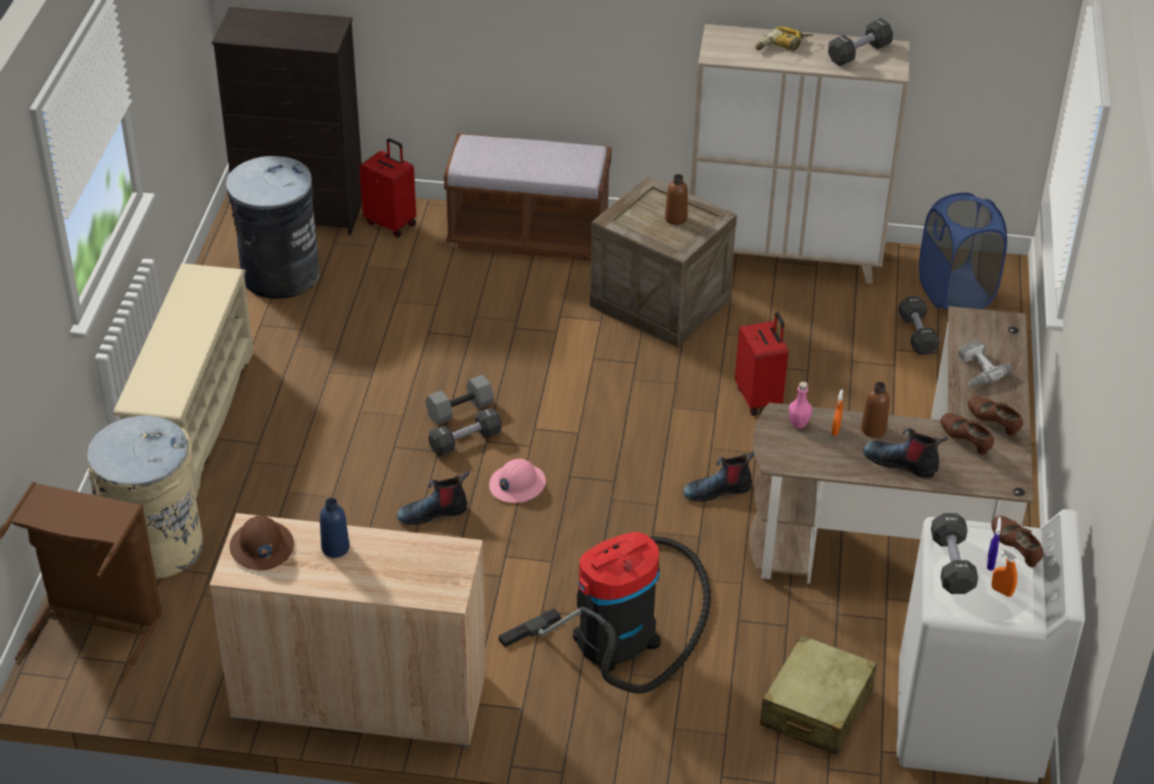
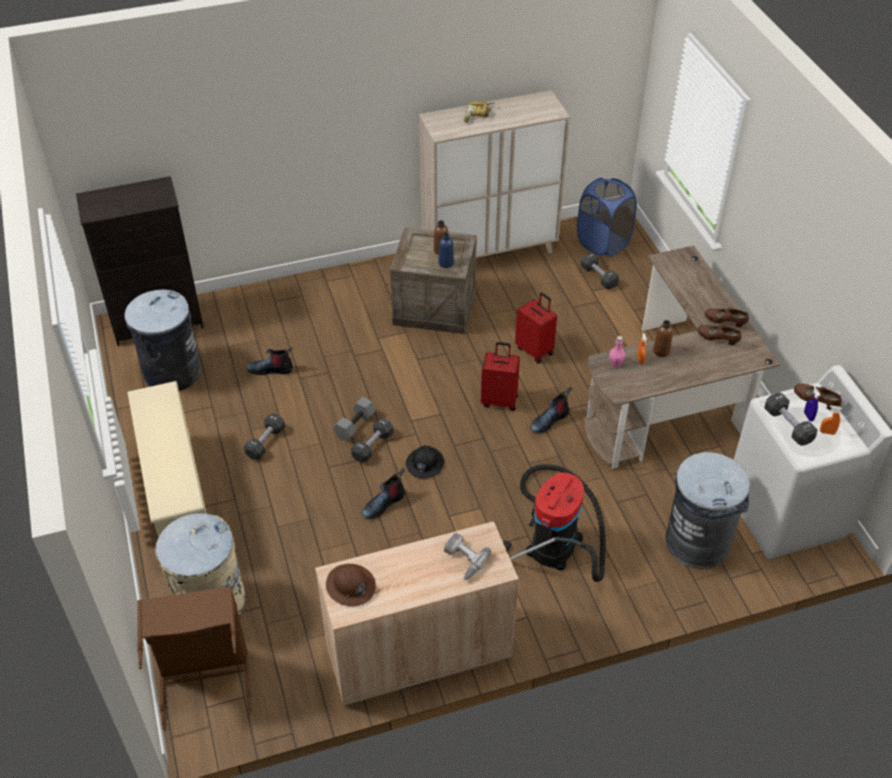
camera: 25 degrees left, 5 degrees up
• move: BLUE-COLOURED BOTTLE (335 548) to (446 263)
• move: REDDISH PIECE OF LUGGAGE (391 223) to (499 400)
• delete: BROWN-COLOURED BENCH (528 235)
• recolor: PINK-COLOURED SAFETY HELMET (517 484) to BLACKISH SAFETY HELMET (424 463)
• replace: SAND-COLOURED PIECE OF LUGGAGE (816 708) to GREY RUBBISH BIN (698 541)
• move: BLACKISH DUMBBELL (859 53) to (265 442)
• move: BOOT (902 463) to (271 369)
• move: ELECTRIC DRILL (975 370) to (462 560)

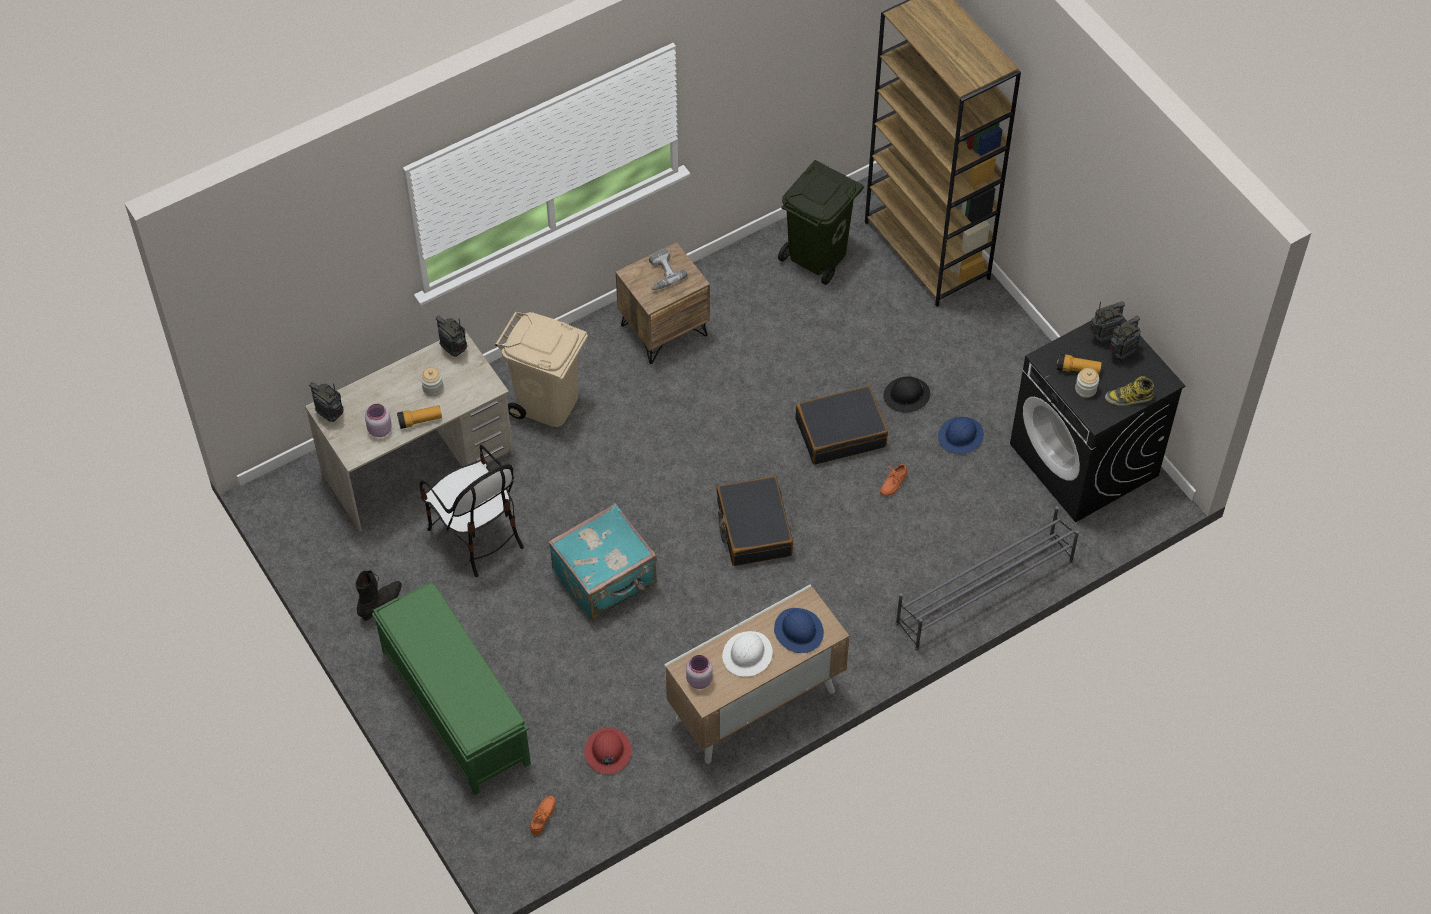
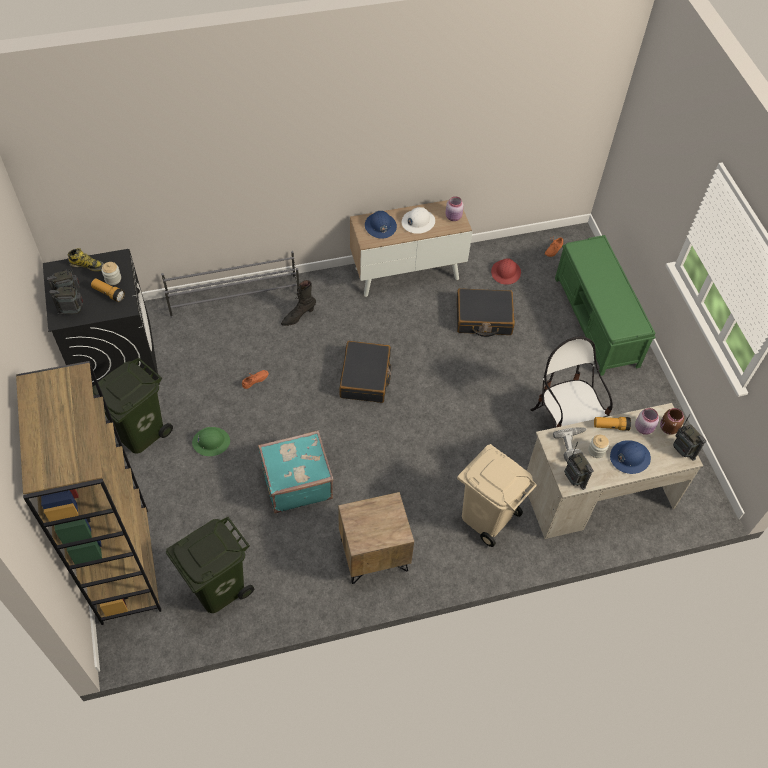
camera: 165 degrees left, 0 degrees up
• move: BLACKISH BOOT (381 604) to (298 316)
• move: TURQUOISE-COLOURED PIECE OF LUGGAGE (606 579) to (296 482)
• move: ELECTRIC DRILL (661 274) to (573 445)
• move: BLACKISH PIECE OF LUGGAGE (840 432) to (483 318)
• recolor: BLACKISH SAFETY HELMET (907 395) to GREEN SAFETY HELMET (211 442)
• move: BLUE-COLOURED SAFETY HELMET (961 436) to (629 457)
• insert: GREEN RUBBISH BIN (139 432)
• insert: BROWN-COLOURED STORAGE JAR (668 428)

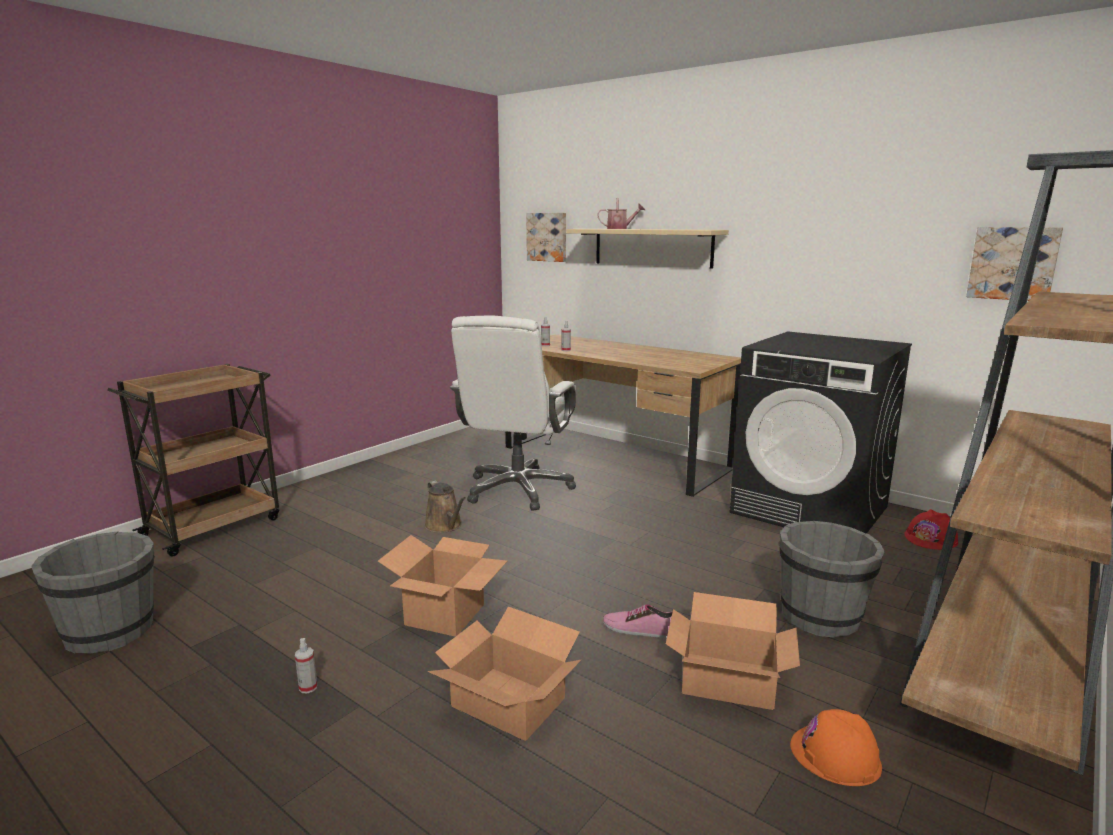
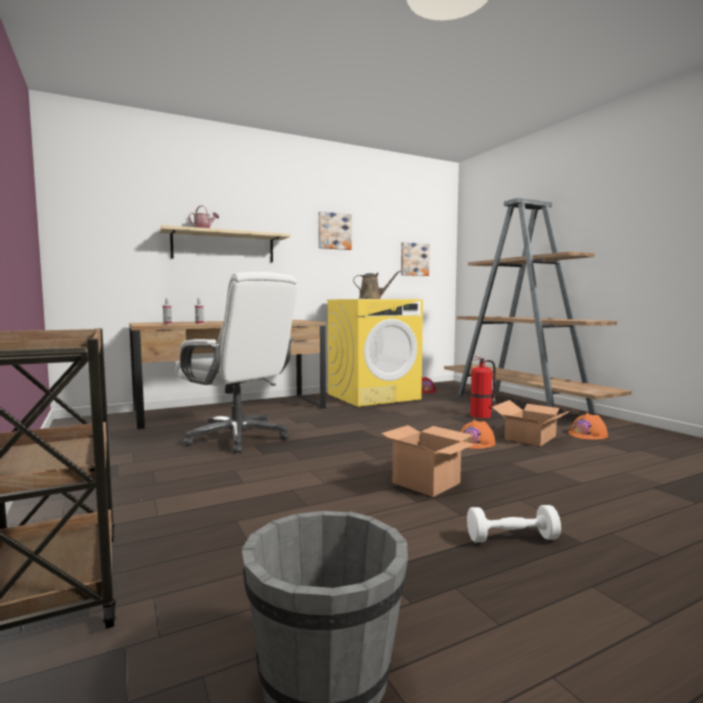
camera: 65 degrees left, 10 degrees down
• replace: SPRAYER (308 687) to WHITISH DUMBBELL (512 539)
• move: BROWN-COLOURED WATERING POT (445 526) to (372 299)
• delete: PACKING BOX (508 701)
• move: WALL ART (547 237) to (334 231)
• replace: LOW SHOE (640 629) to ORANGE-COLOURED SAFETY HELMET (476 442)
• recolor: BLACKISH WASHING MACHINE (810 510) to YELLOW WASHING MACHINE (373 396)
• replace: GREY WATER BUCKET (821 616) to FIRE EXTINGUISHER (481 415)

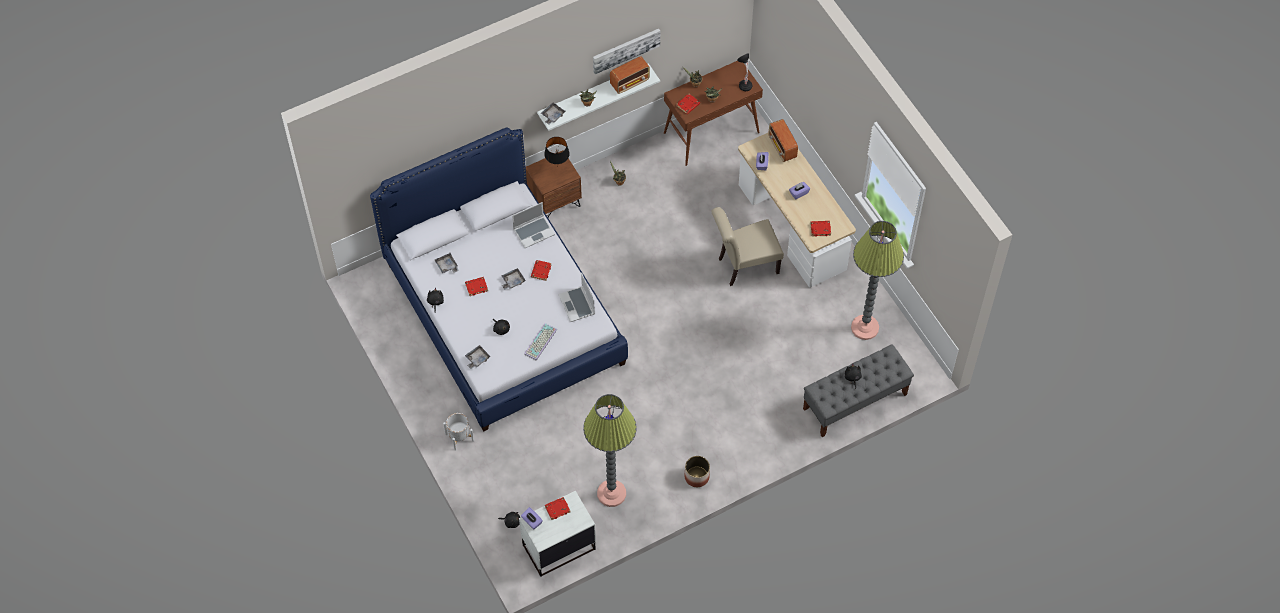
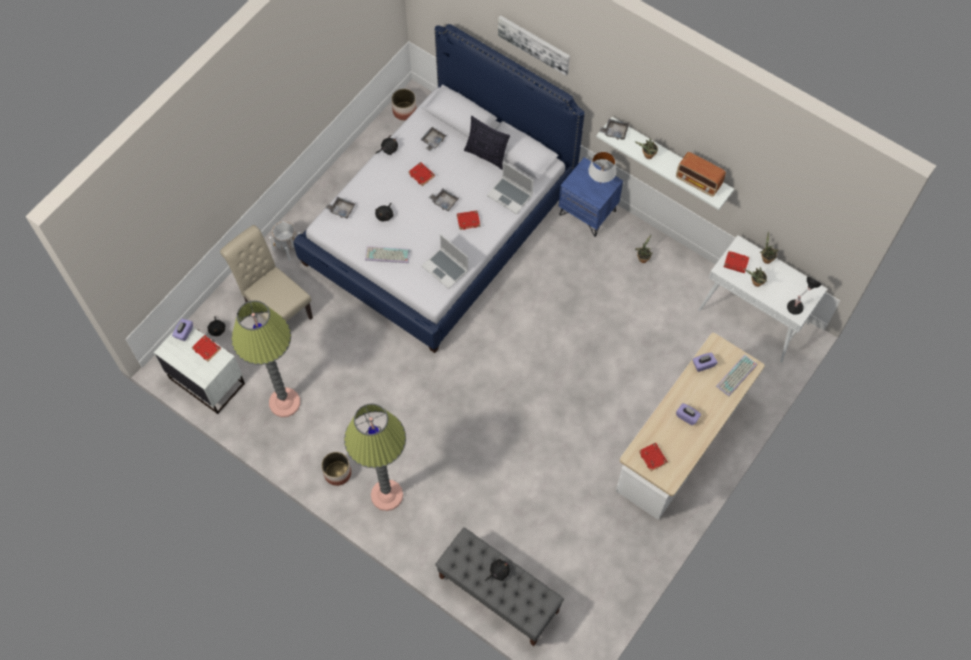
camera: 65 degrees right, 5 degrees up
• recolor: BROWN-COLOURED NIGHT TABLE (554 201) to BLUE-COLOURED NIGHT TABLE (588 212)
• recolor: BLACKISH TABLE LAMP (557 166) to WHITISH TABLE LAMP (600 184)
• rotate: LAPTOP (577 305) = (446 269) 90 degrees counterclockwise
• move: WALL ART (626 50) to (534 44)
• recolor: BROWN-COLOURED CONSOLE TABLE (711 132) to WHITISH CONSOLE TABLE (754 317)
• move: SAND-COLOURED CHAIR (744 266) to (275 309)
• replace: RADIO SET (782 148) to PC KEYBOARD (736 376)
• move: FLOOR LAMP (864 327) to (387 495)
• insert: PLANTER (404 111)
• insert: CUSHION (486 155)

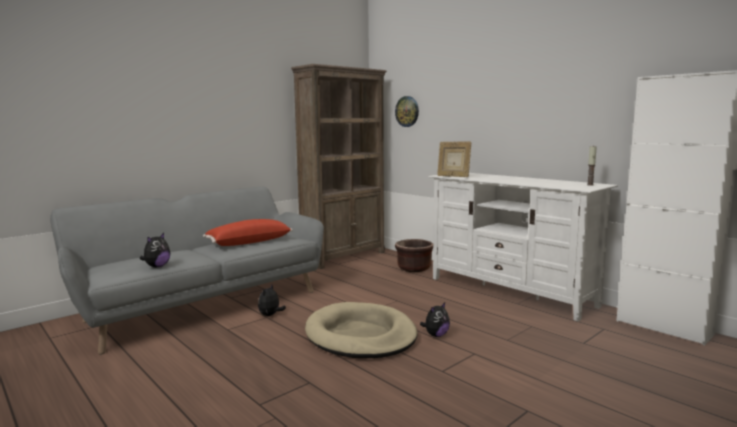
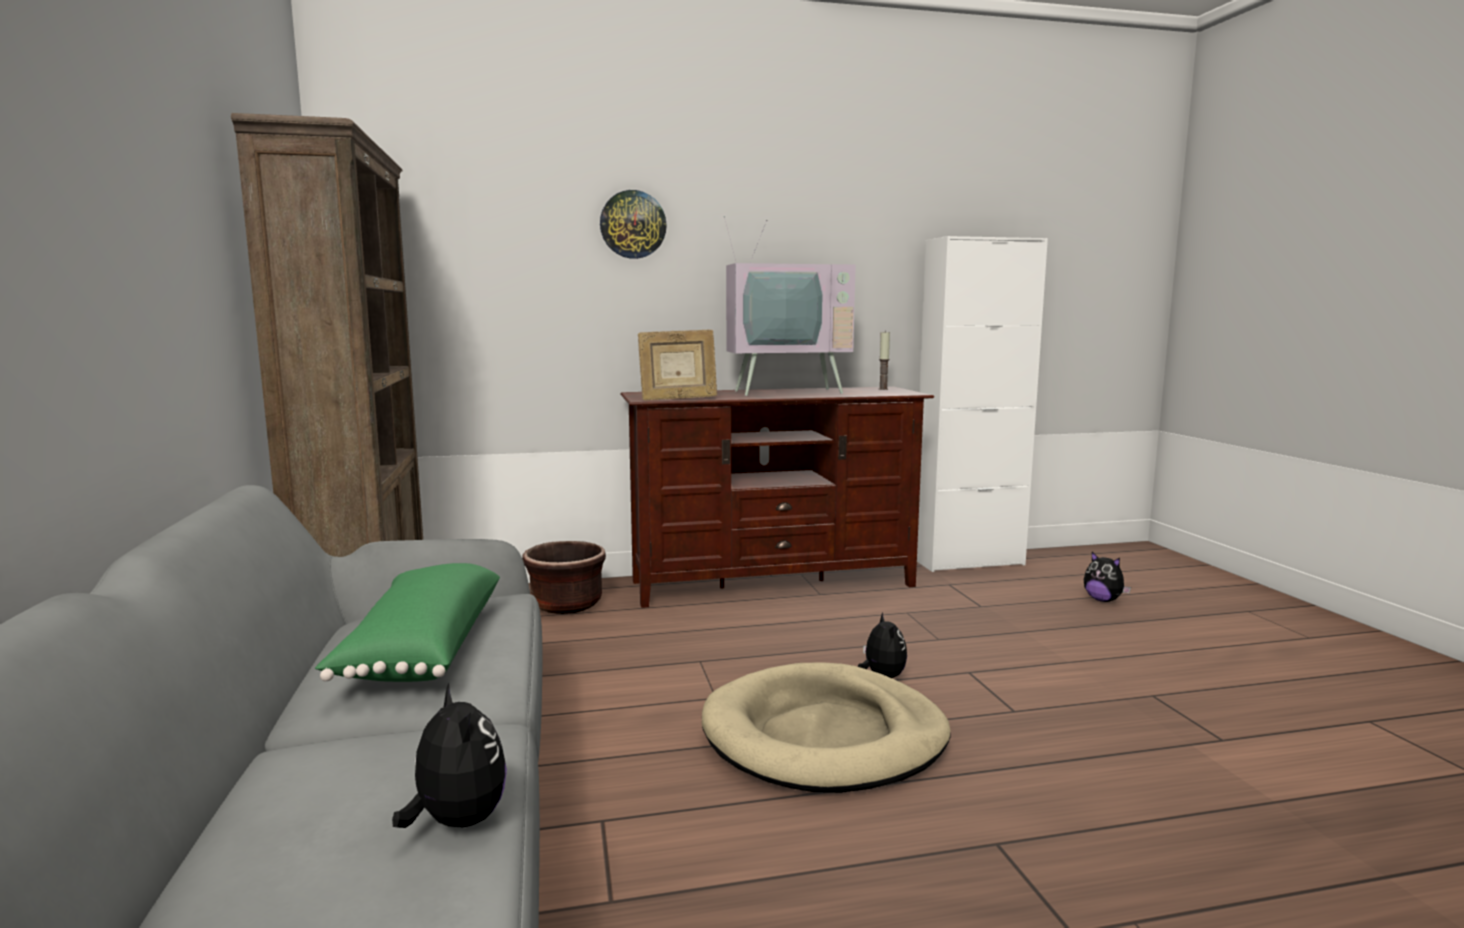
camera: 60 degrees left, 0 degrees up
• recolor: REDDISH CUSHION (249 242) to GREEN CUSHION (420 650)
• move: CUDDLY TOY (270 315) to (1103 600)
• move: HANGING CLOCK (407 111) to (633 224)
• recolor: WHITISH TV STAND (510 291) to BROWN-COLOURED TV STAND (773 583)
• insert: TV (786 391)

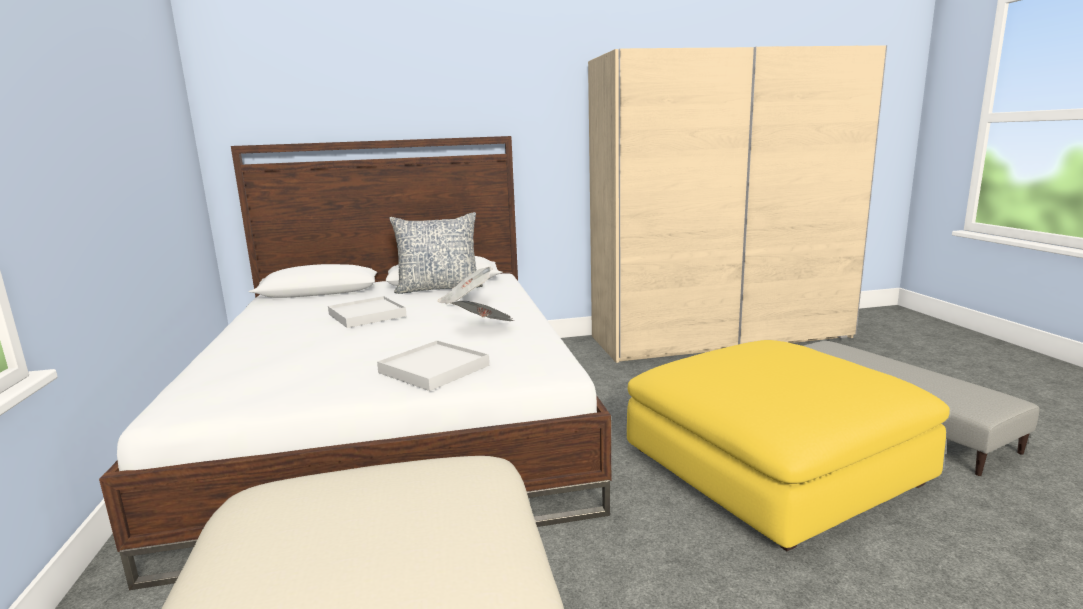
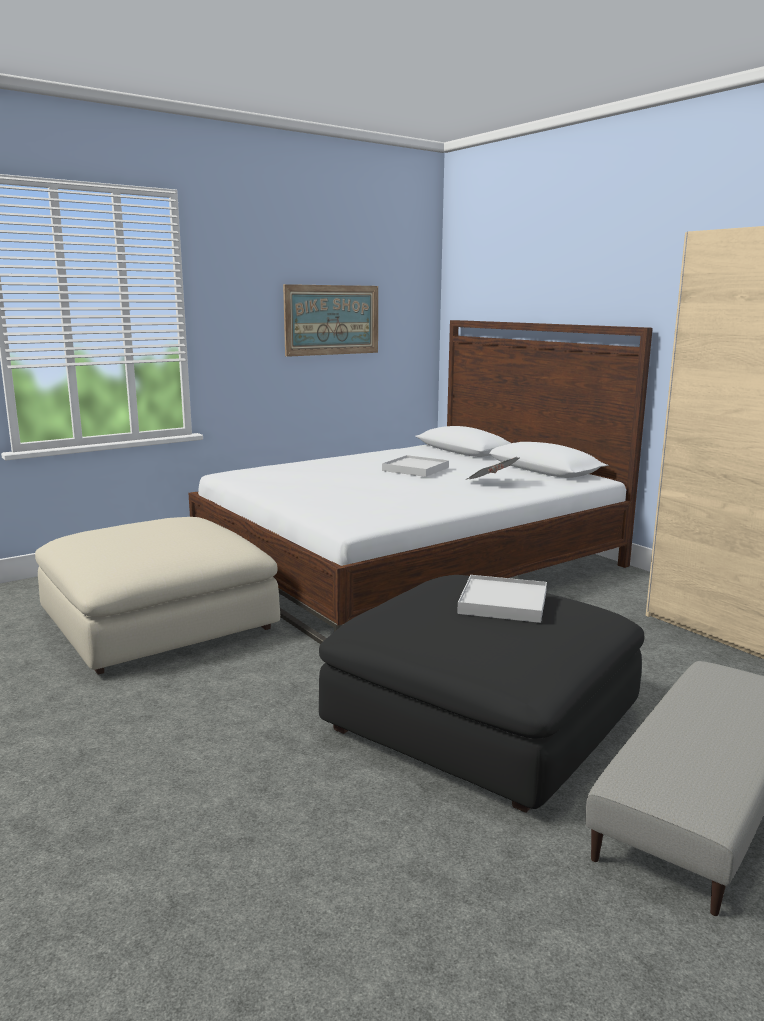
camera: 65 degrees right, 0 degrees up
• move: WHITISH TRAY (433 369) to (503 603)
• delete: CUSHION (439 288)
• delete: DAILY PAPER (486 328)
• recolor: YELLOW OTTOMAN (772 466) to BLACKISH OTTOMAN (482 718)
• insert: WALL ART (332 320)

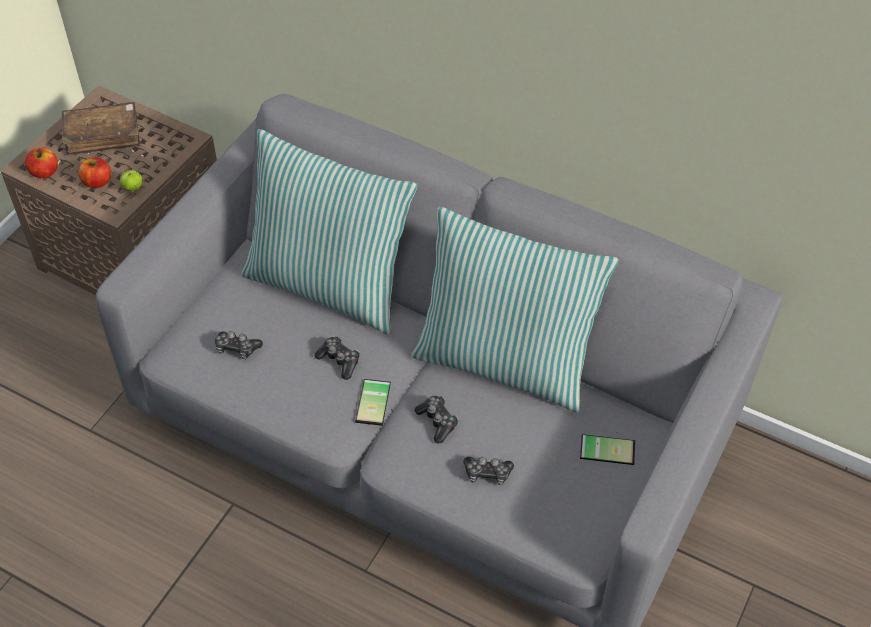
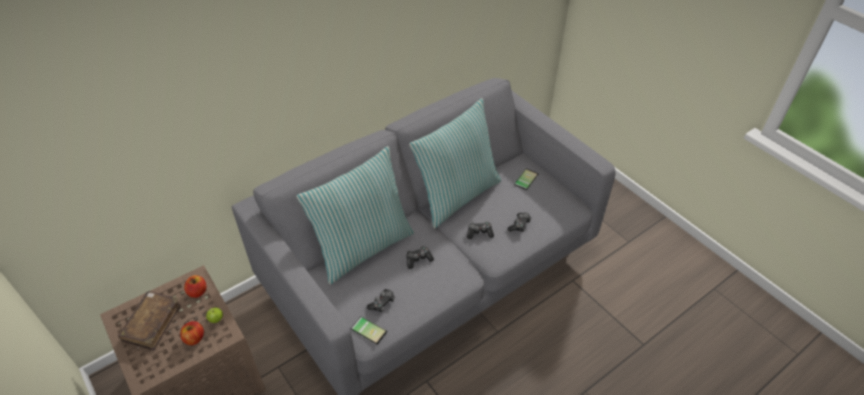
camera: 65 degrees left, 5 degrees down
• move: APPLE FRUIT (44 172) to (198 292)
• move: HANDSET (376 402) to (370 329)

